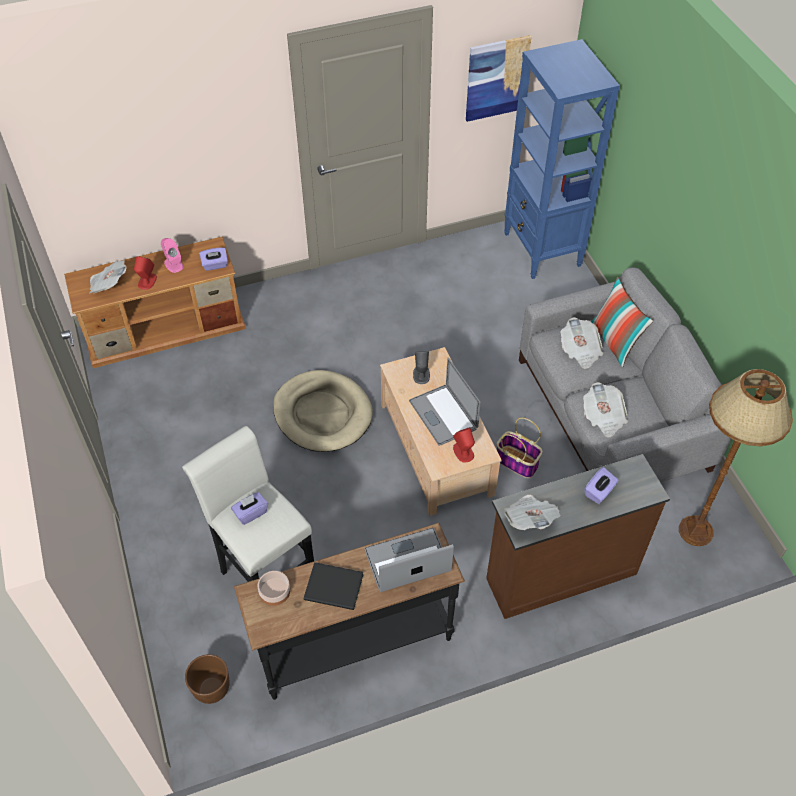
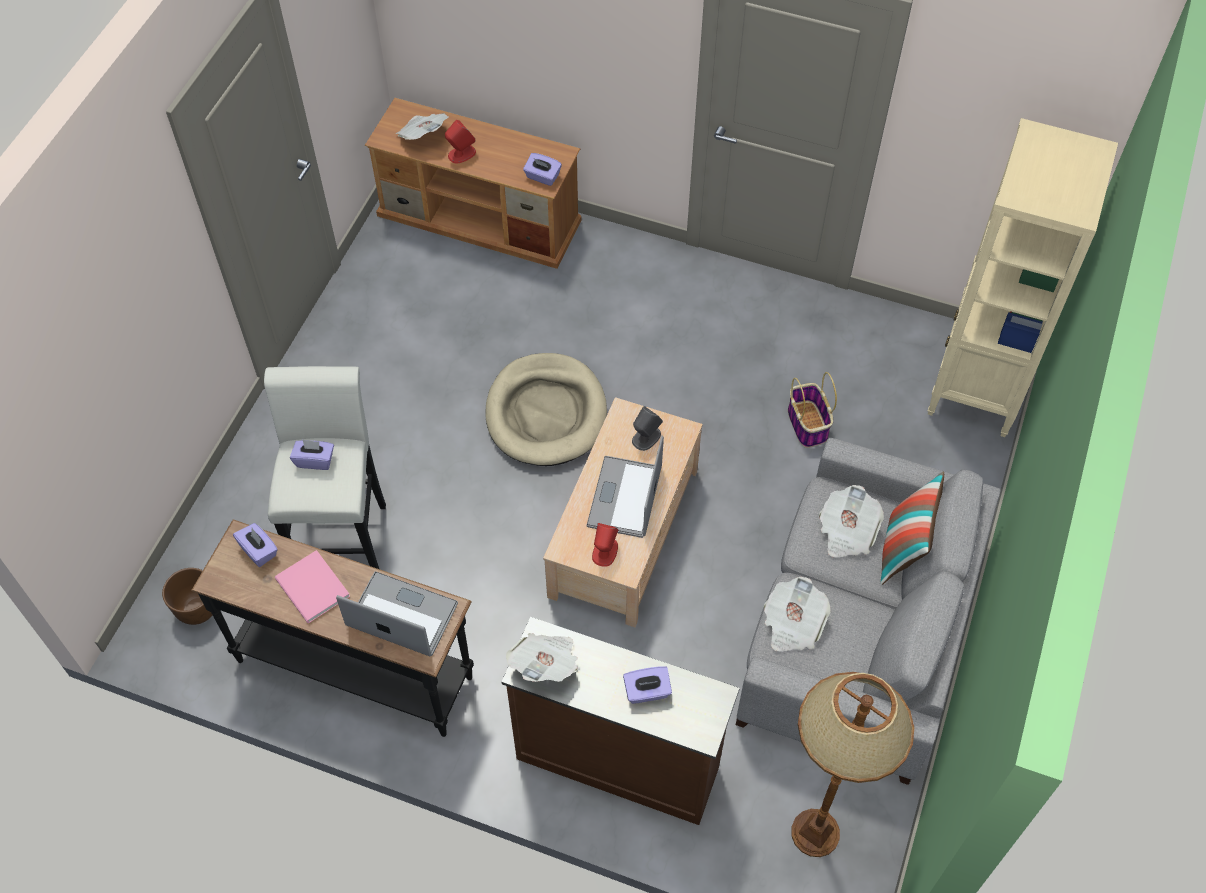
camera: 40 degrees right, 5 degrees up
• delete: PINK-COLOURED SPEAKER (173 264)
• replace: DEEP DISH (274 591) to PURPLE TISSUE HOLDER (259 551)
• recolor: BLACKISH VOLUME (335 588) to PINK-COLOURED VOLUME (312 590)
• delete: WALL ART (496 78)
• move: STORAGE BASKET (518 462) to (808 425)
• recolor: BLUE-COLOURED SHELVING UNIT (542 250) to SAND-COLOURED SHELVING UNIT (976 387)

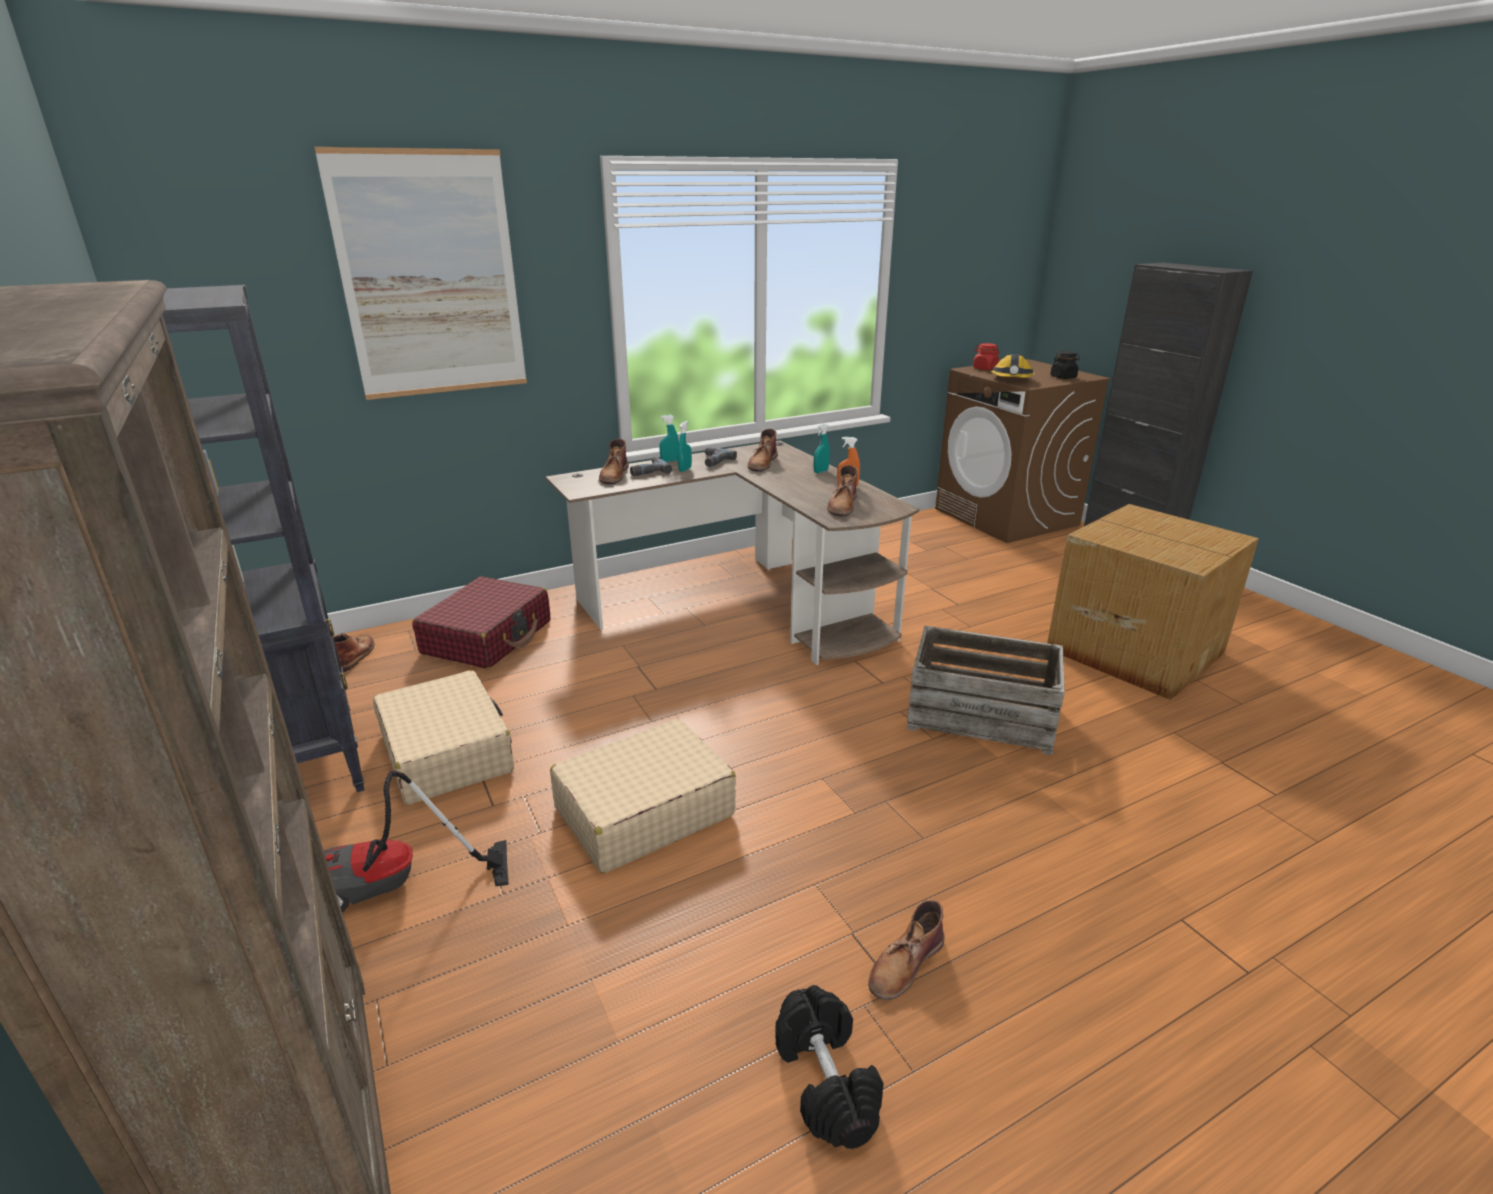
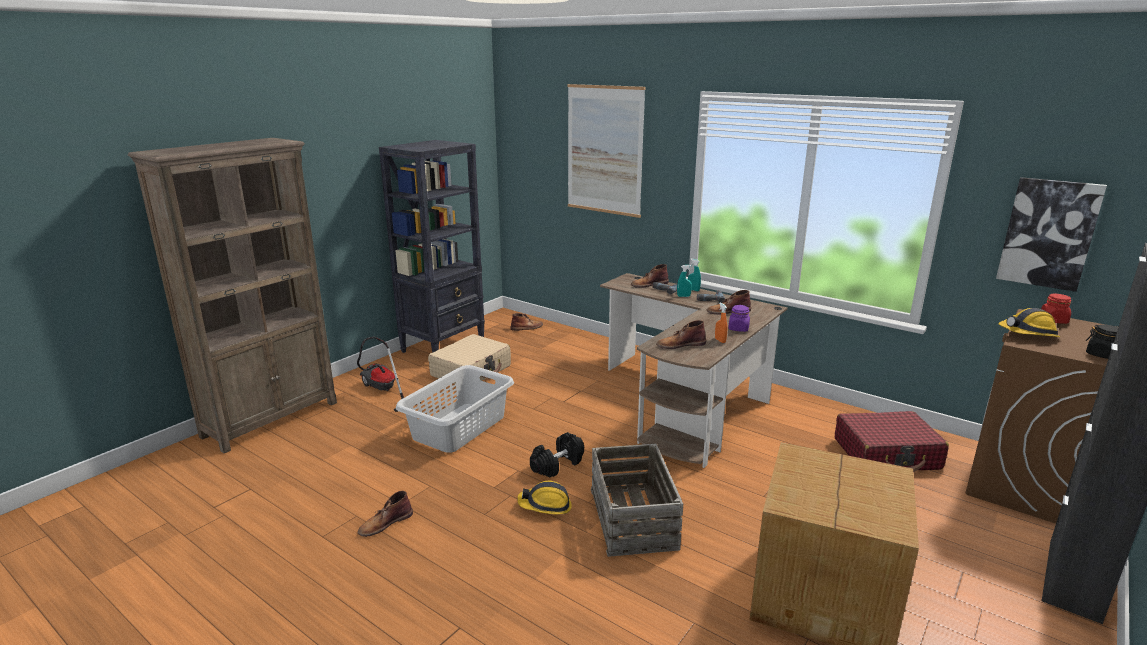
camera: 65 degrees right, 5 degrees down
• move: REDDISH PIECE OF LUGGAGE (488 637) to (887 454)
• replace: SAND-COLOURED PIECE OF LUGGAGE (643 811) to GREY LAUNDRY BASKET (458 427)
• move: BLACKISH DUMBBELL (827 1081) to (557 465)
• replace: TURQUOISE-COLOURED SPRAYER (821 471) to PURPLE STORAGE JAR (738 329)
• rotate: BROWN-COLOURED BOOT (905 964) = (385 523) 60 degrees counterclockwise
• insert: SAFETY HELMET (545 505)
• insert: WALL ART (1048 233)

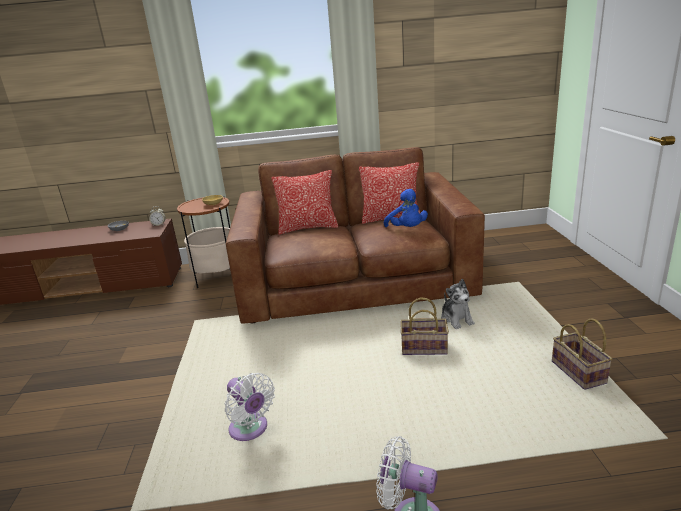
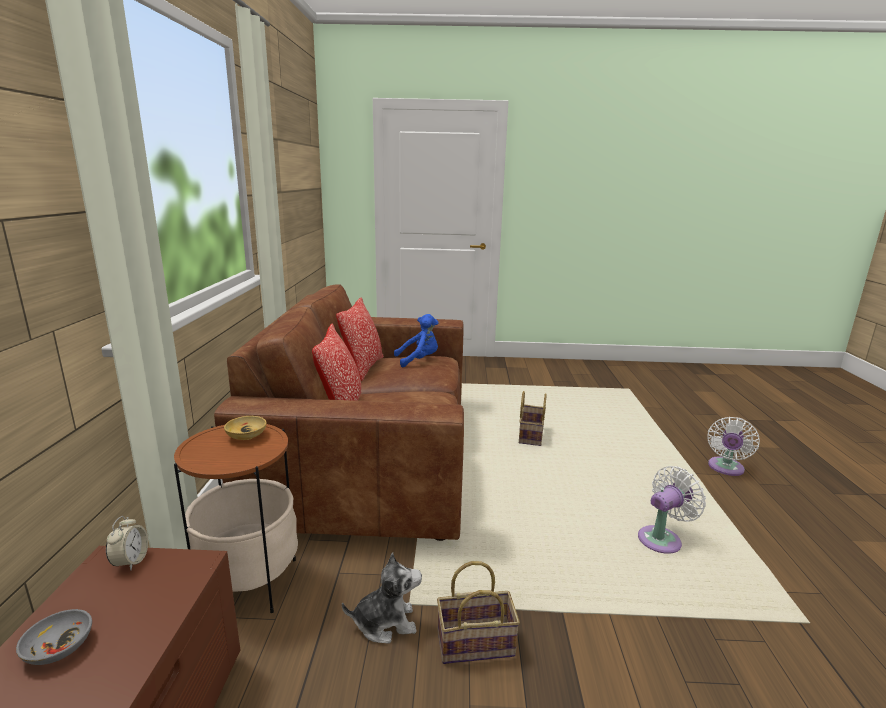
camera: 85 degrees left, 5 degrees down
• move: CUDDLY TOY (456 319) to (385 623)
• move: STORAGE BASKET (580 373) to (477 642)

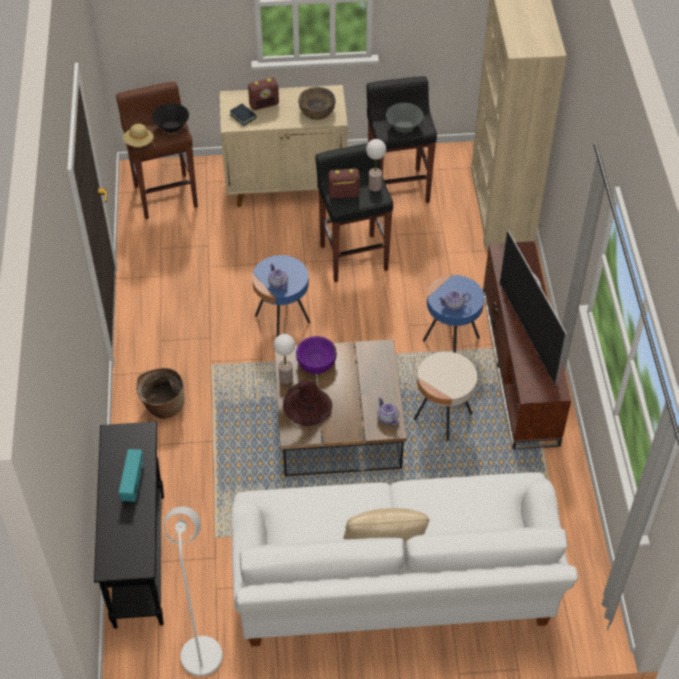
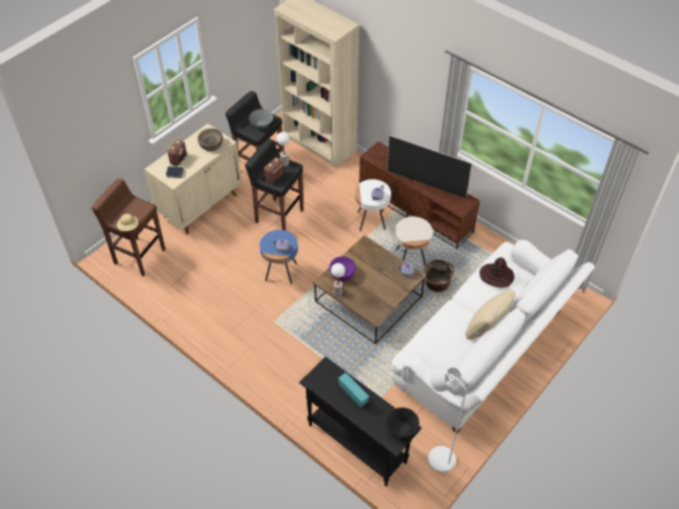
camera: 45 degrees left, 0 degrees up
• move: STORAGE BASKET (163 406) to (436 285)
• move: BLACKISH DEEP DISH (171 127) to (402 428)
• move: BROWN-COLOURED CLOTHING HAT (307 406) to (496 276)
• recolor: BLUE-COLOURED ACCENT TABLE (451 339) to WHITISH ACCENT TABLE (371 221)

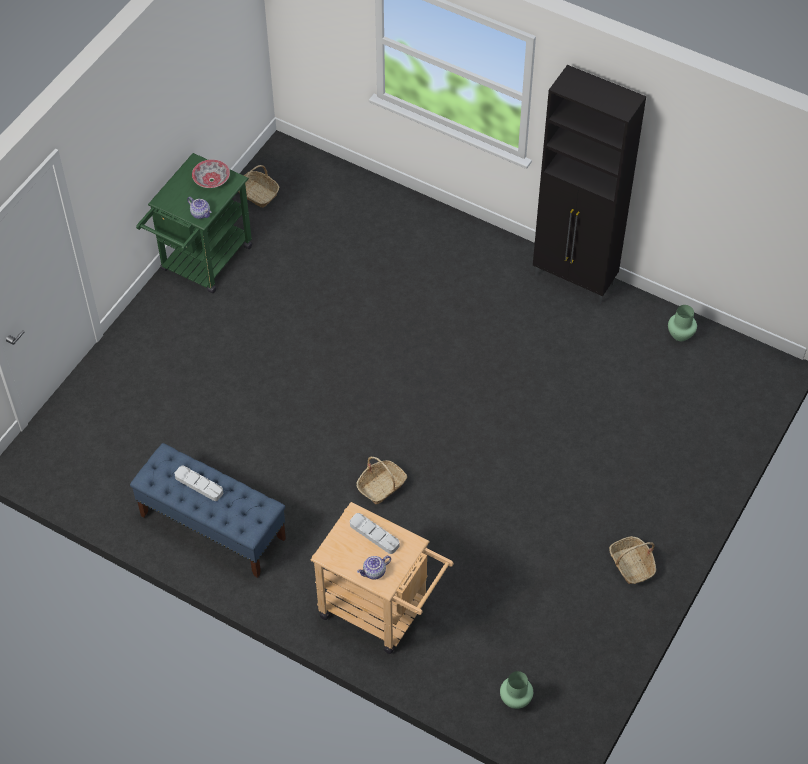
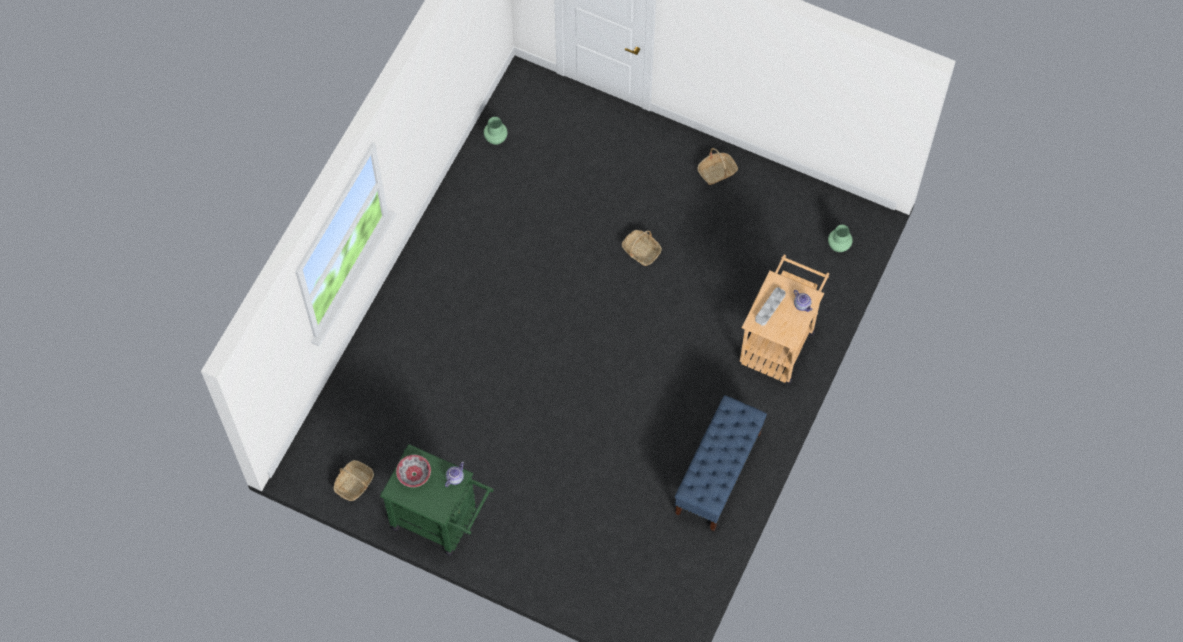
camera: 95 degrees left, 10 degrees up
• delete: GREY TRAY (199 485)
• move: STORAGE BASKET (381 486) to (641 251)
• delete: BLACKISH CUPBOARD (575 280)

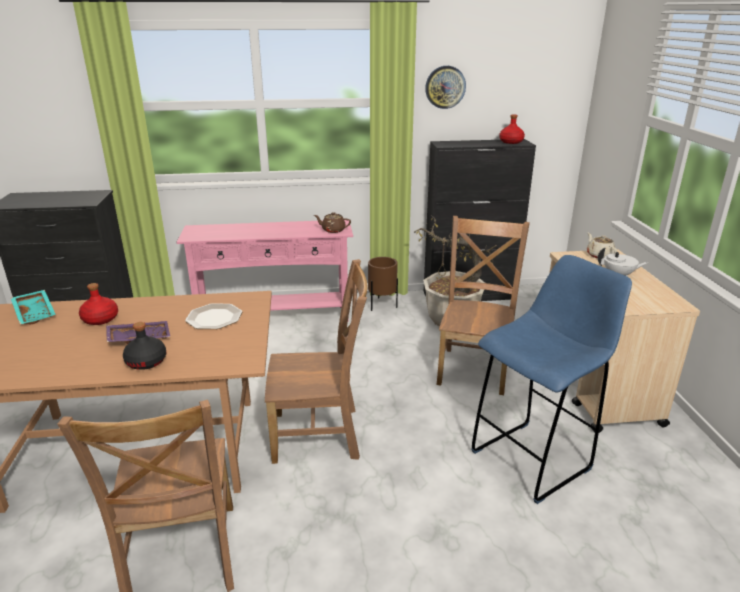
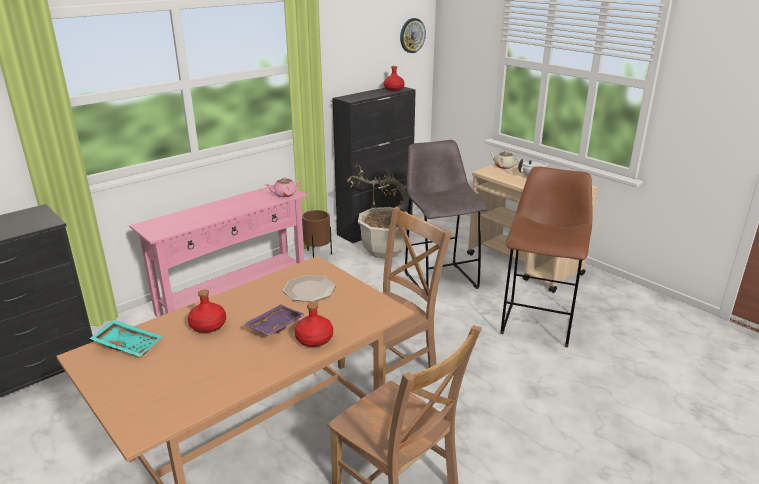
camera: 35 degrees left, 0 degrees up
• recolor: BLACKISH BOTTLE (146 362) to REDDISH BOTTLE (314 339)
• recolor: BROWN-COLOURED POT FOR TEA (333 230) to PINK-COLOURED POT FOR TEA (284 194)
• move: HANGING CLOCK (445 87) to (412 35)
• replace: BROWN-COLOURED CHAIR (474 368) to GREY SITTING STOOL (440 279)
• recolor: BLUE-COLOURED SITTING STOOL (533 459) to BROWN-COLOURED SITTING STOOL (538 322)

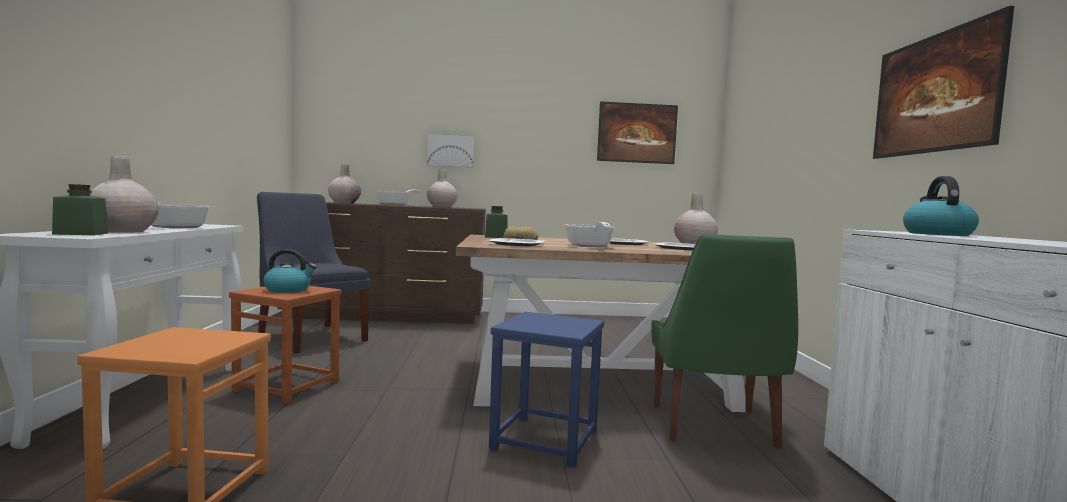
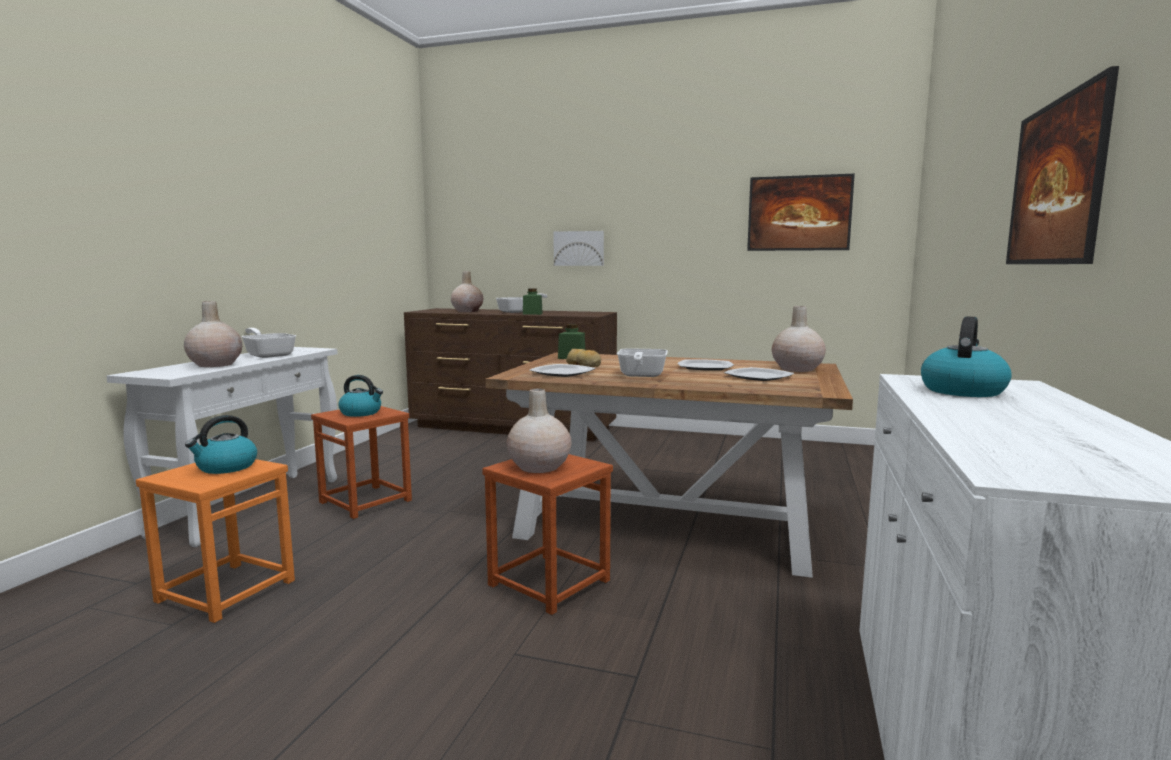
camera: 20 degrees right, 5 degrees up
• move: GREEN STORAGE JAR (81 234) to (532 314)
• delete: BLUE-COLOURED CHAIR (311 337)
• move: SAND-COLOURED FLOWER VASE (441 206) to (538 467)
• recolor: BLUE-COLOURED SITTING STOOL (544 440) to BROWN-COLOURED SITTING STOOL (548 583)
• delete: GREEN CHAIR (713 427)
• insert: WATER KETTLE (226 467)

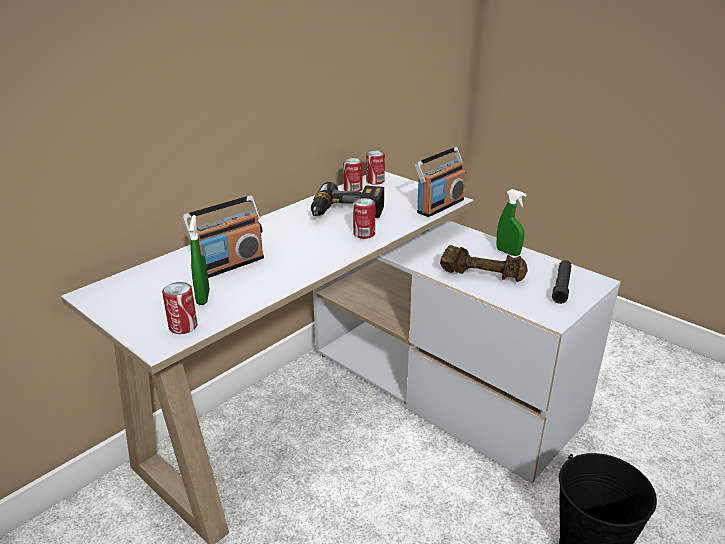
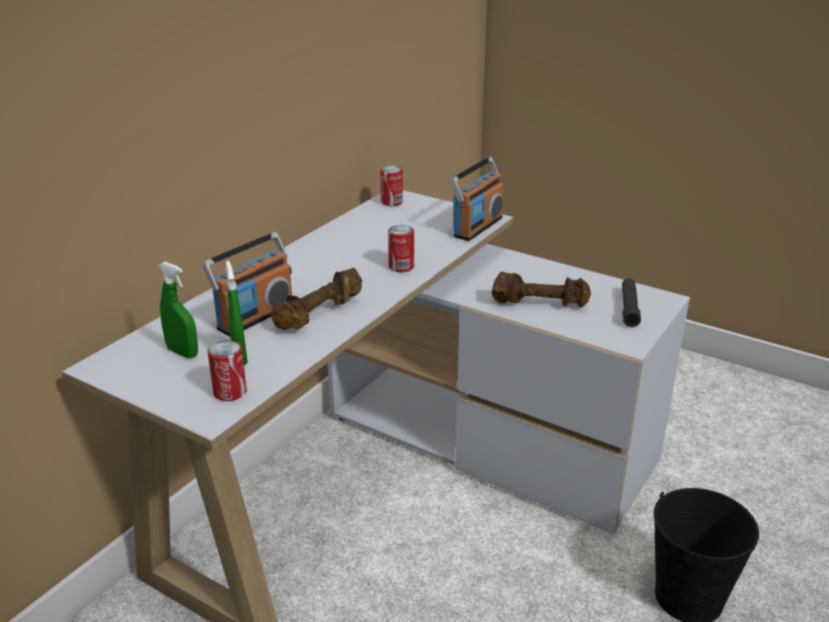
camera: 10 degrees left, 0 degrees up
• delete: ELECTRIC DRILL (346 214)
• delete: METAL CAN (353 189)
• move: GREEN SPRAYER (508 252) to (182 353)
• insert: BROWN-COLOURED DUMBBELL (320 314)

